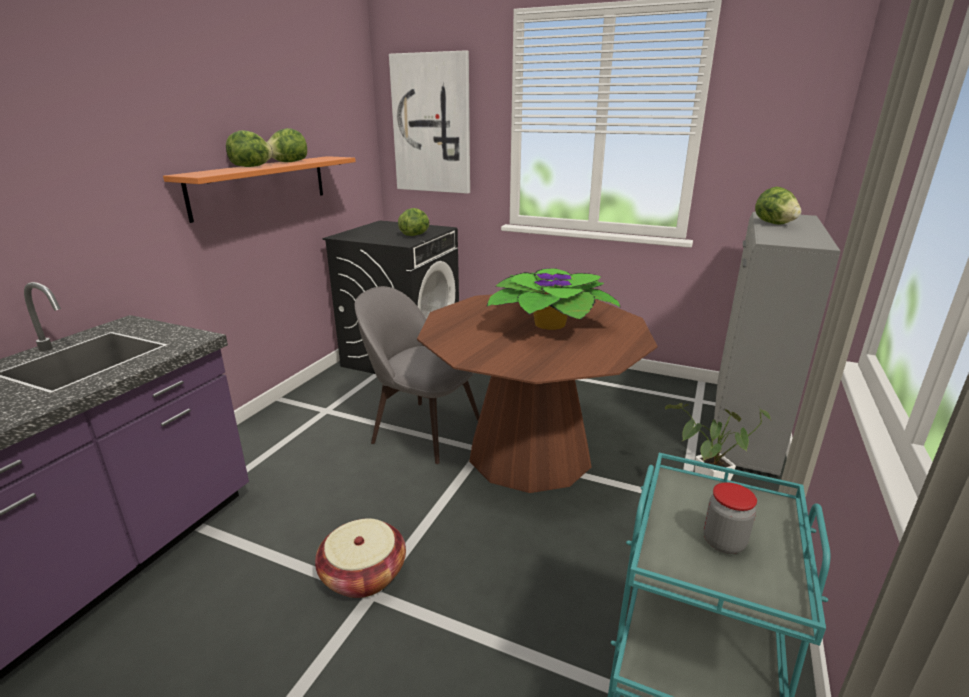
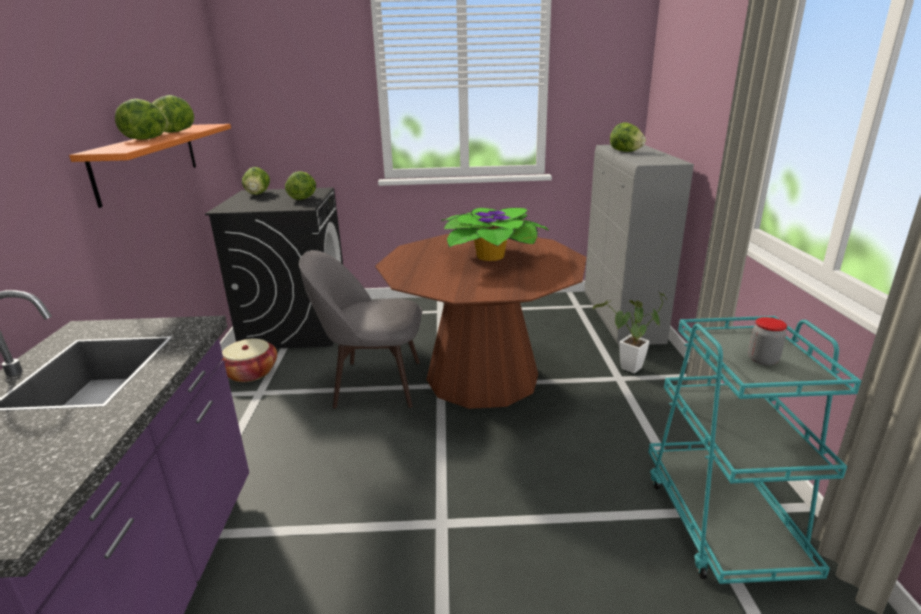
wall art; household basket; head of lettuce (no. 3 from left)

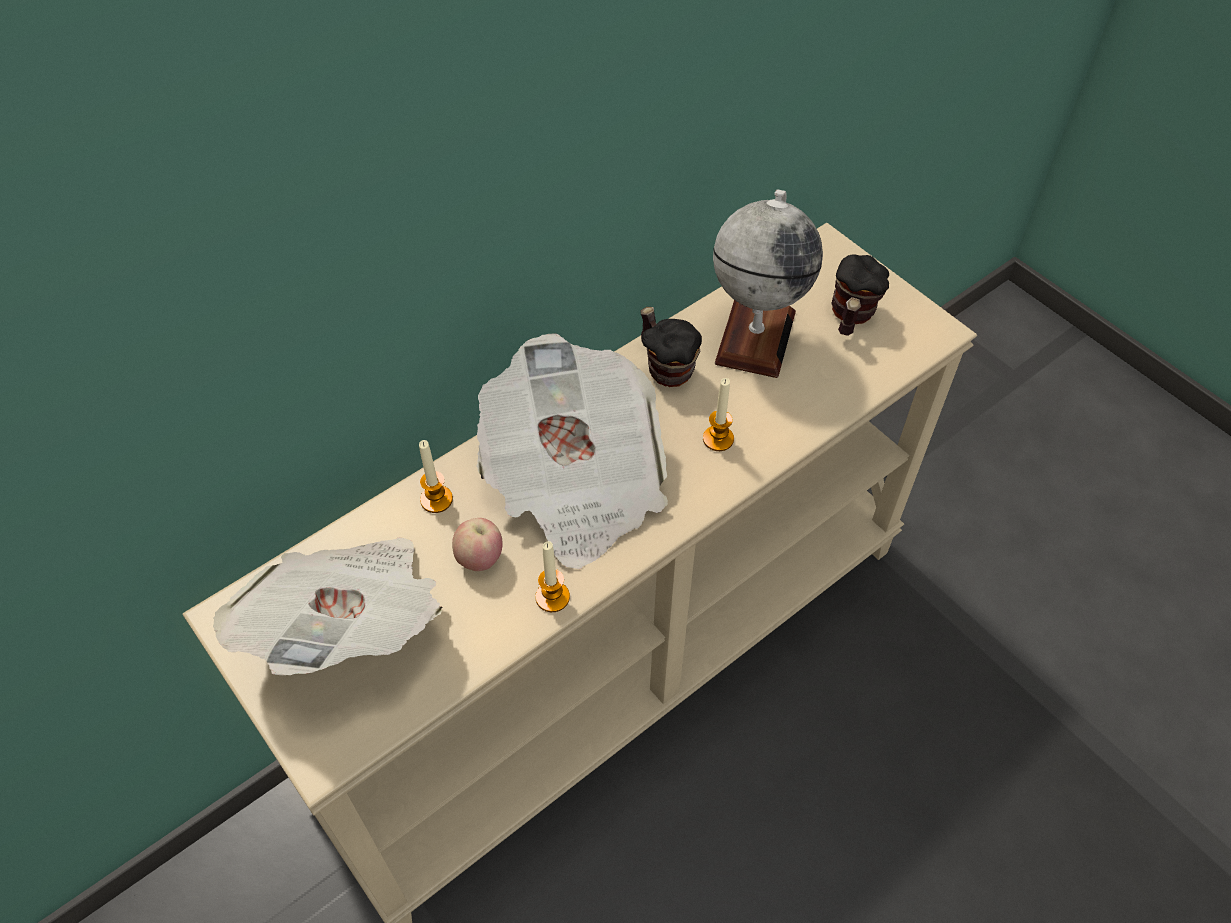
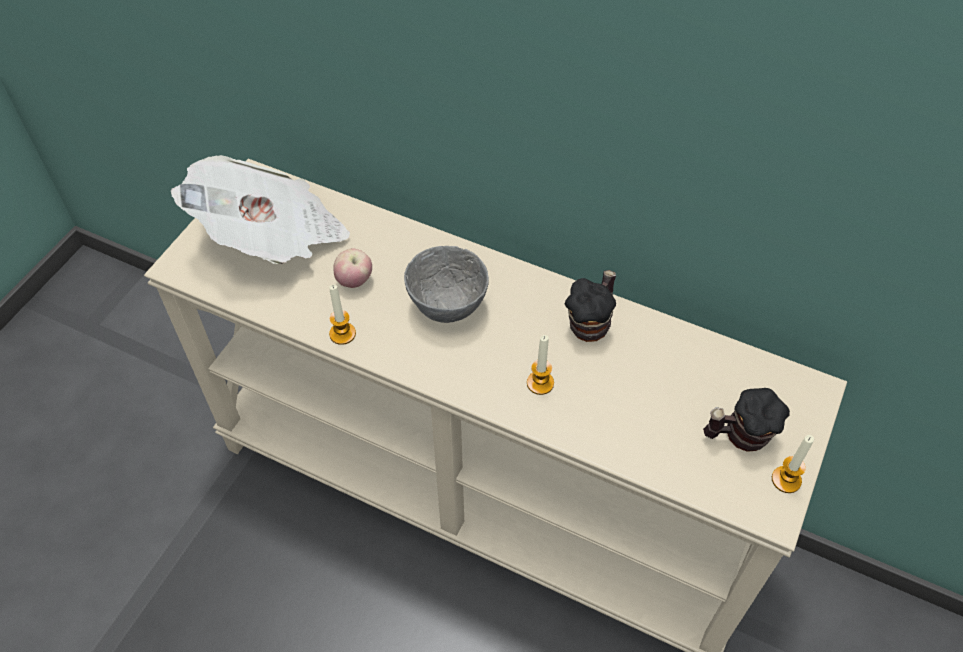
desk globe; gray deep dish; wax candle (no. 3 from left)

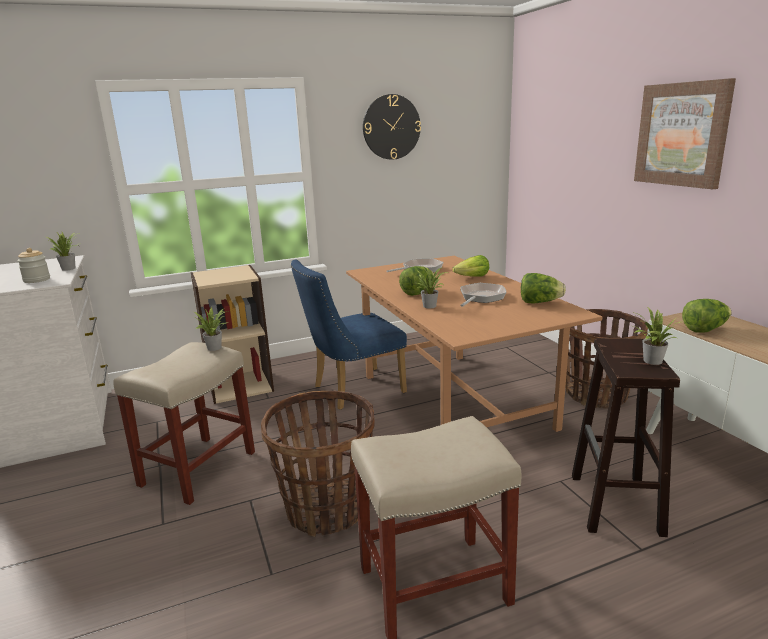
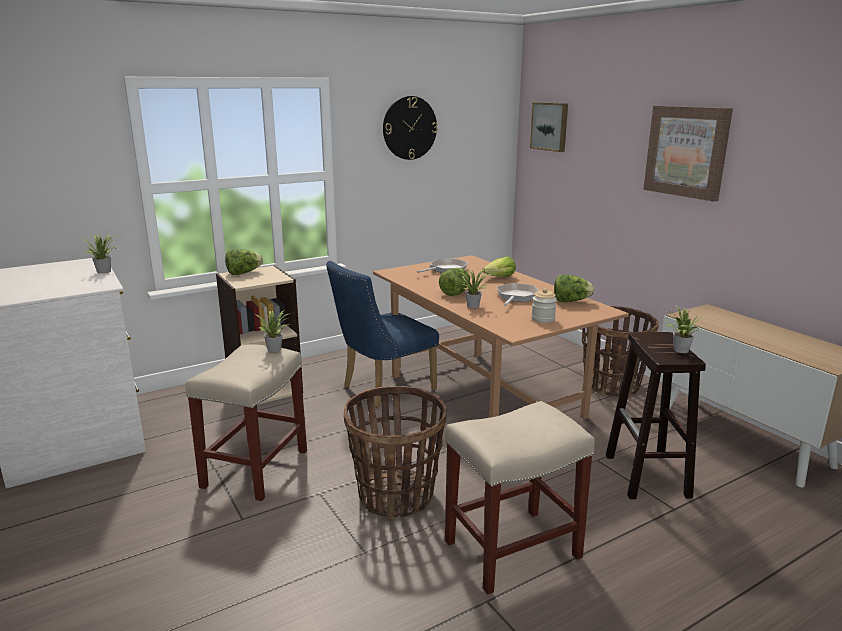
storage jar; head of lettuce (no. 1 from left); wall art (no. 1 from left)

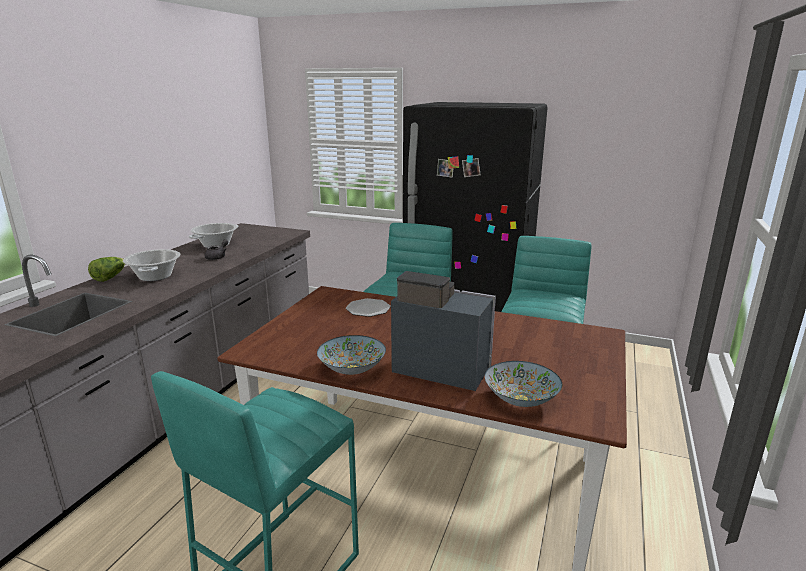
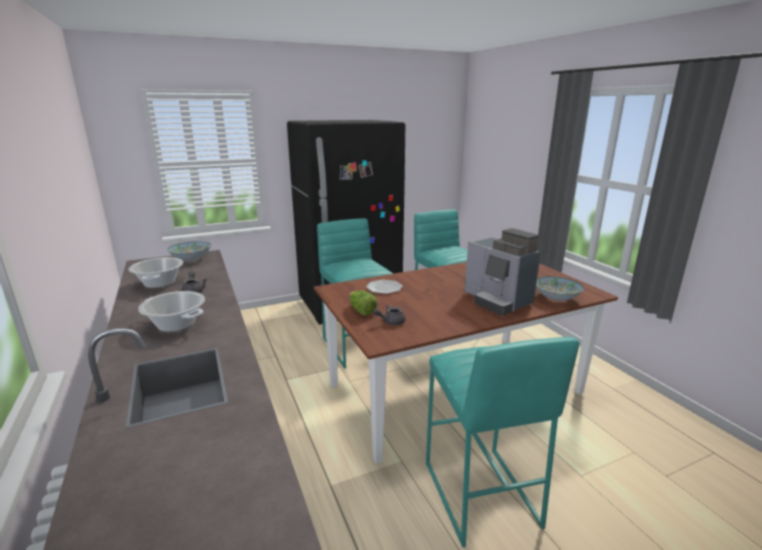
head of lettuce; coffee machine; deep dish (no. 1 from left); gray tea pot (no. 2 from left)

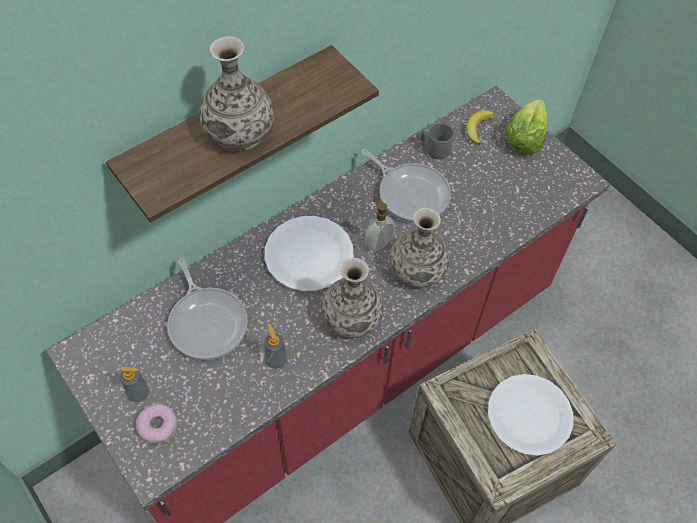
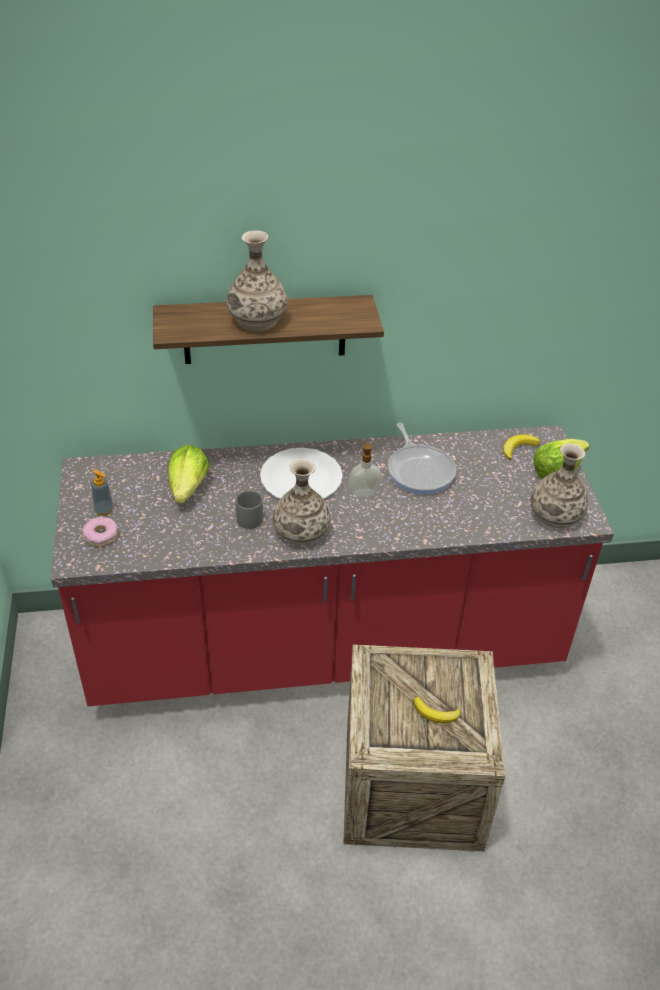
gray coffee mug; vase (no. 3 from left); head of lettuce (no. 1 from left); soap dispenser (no. 2 from left in the first image); whole banana (no. 1 from left)

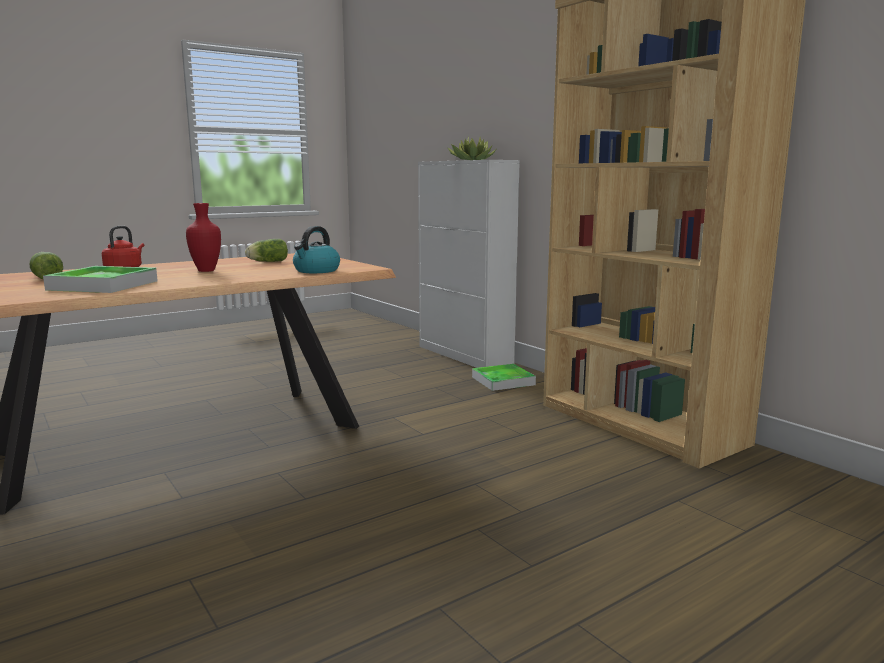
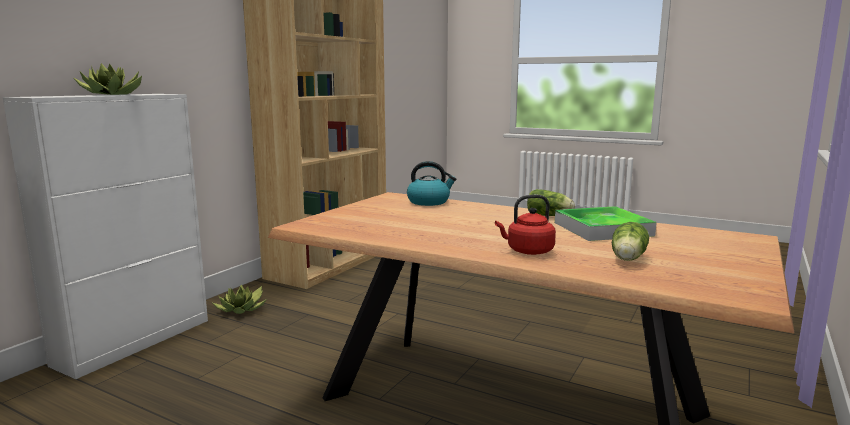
red vase; head of lettuce (no. 1 from left); houseplant (no. 2 from left)

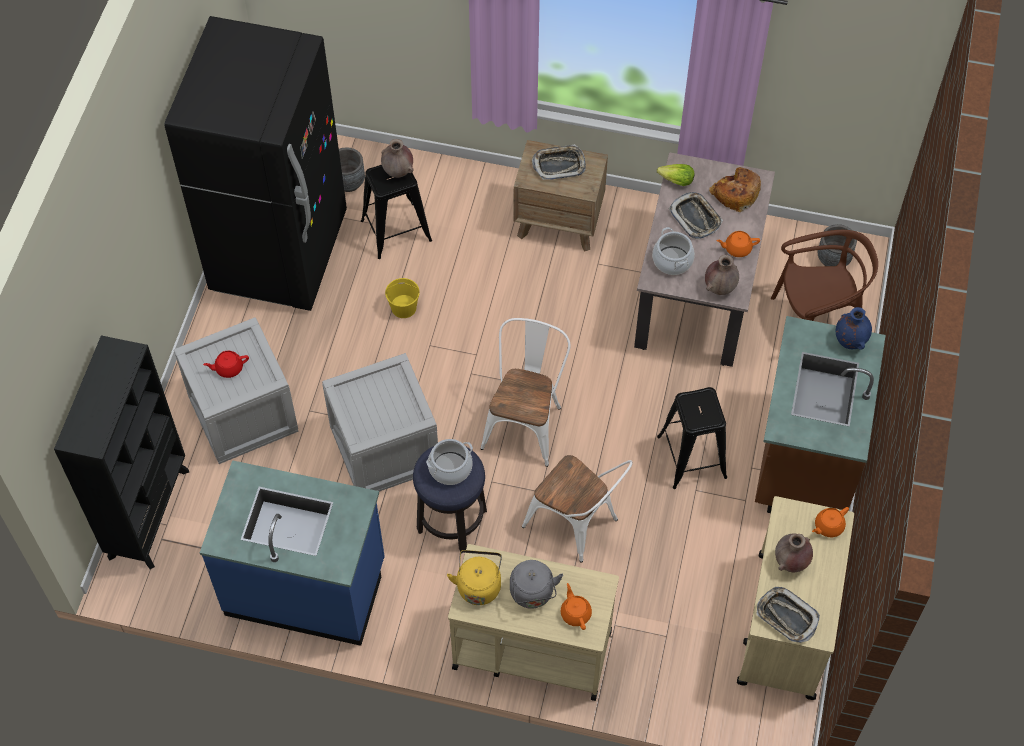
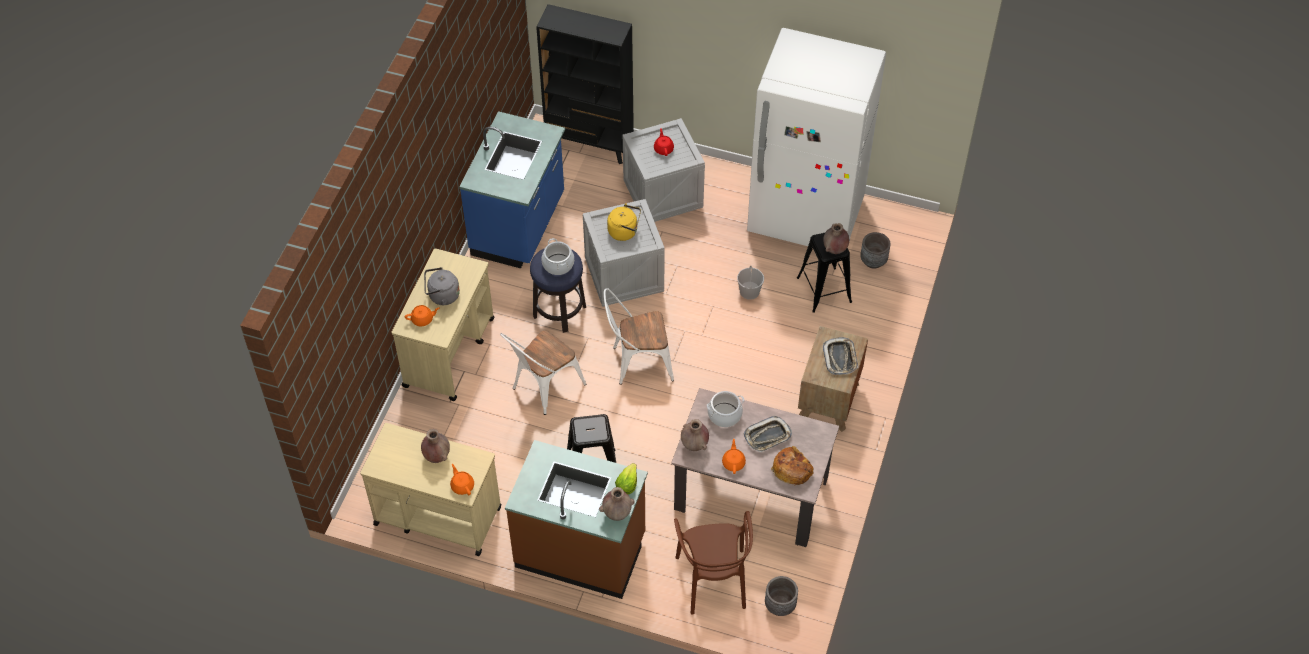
white fridge; head of lettuce; white water bucket; brownish vase (no. 2 from left); white chair (no. 2 from left); yellow water kettle; tray (no. 3 from left in the first image)

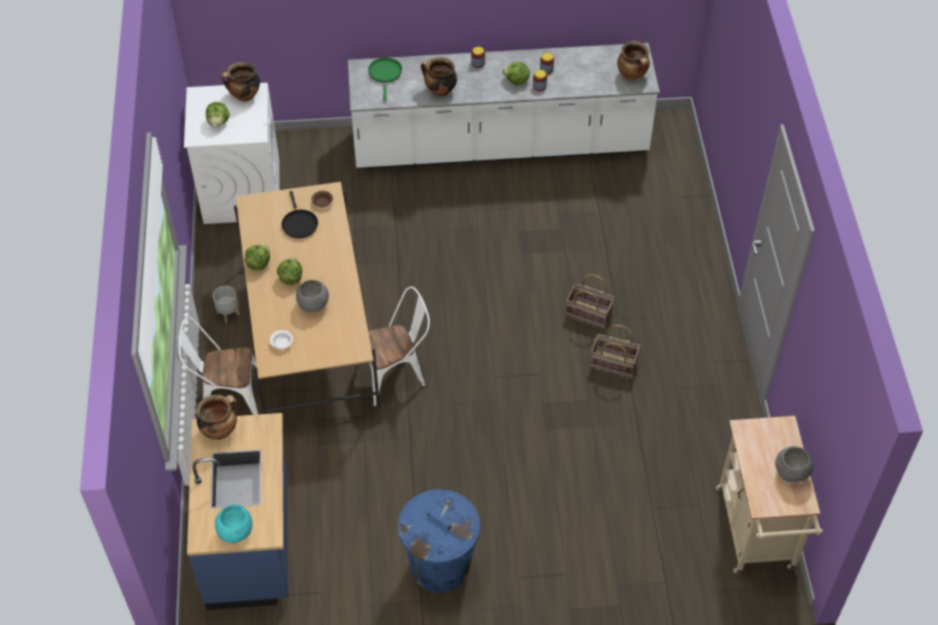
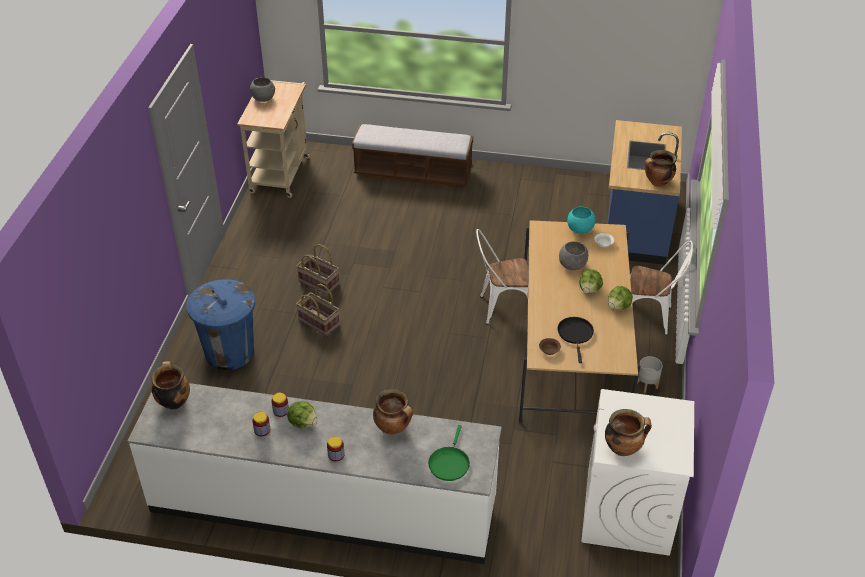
head of lettuce (no. 1 from left in the first image); blue rubbish bin; turquoise-coloured deep dish; long seat

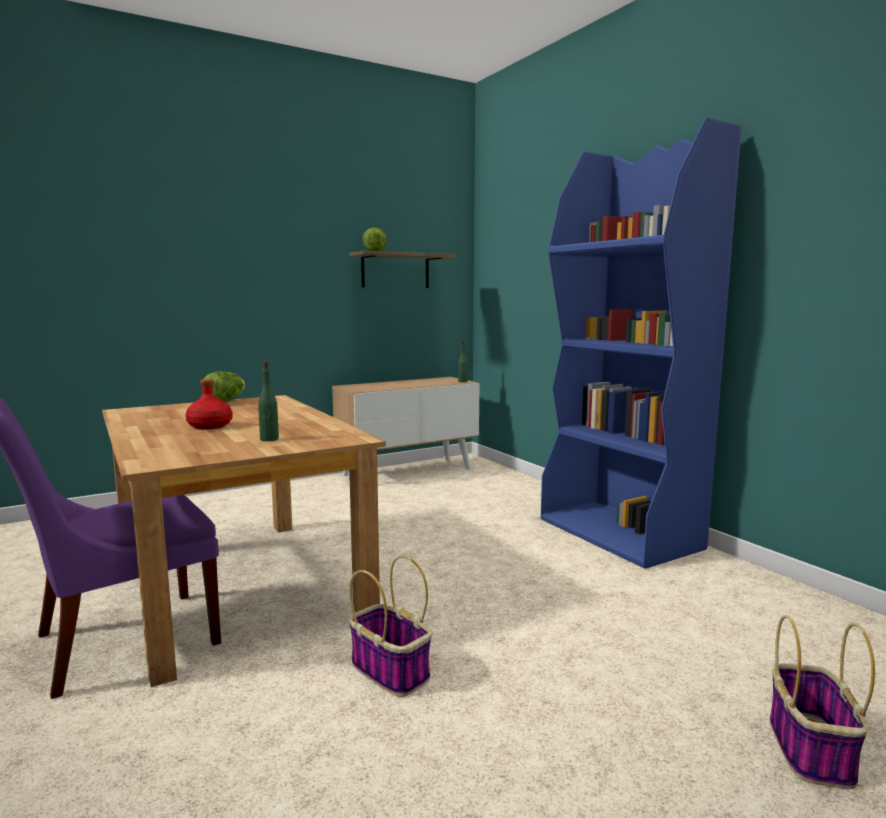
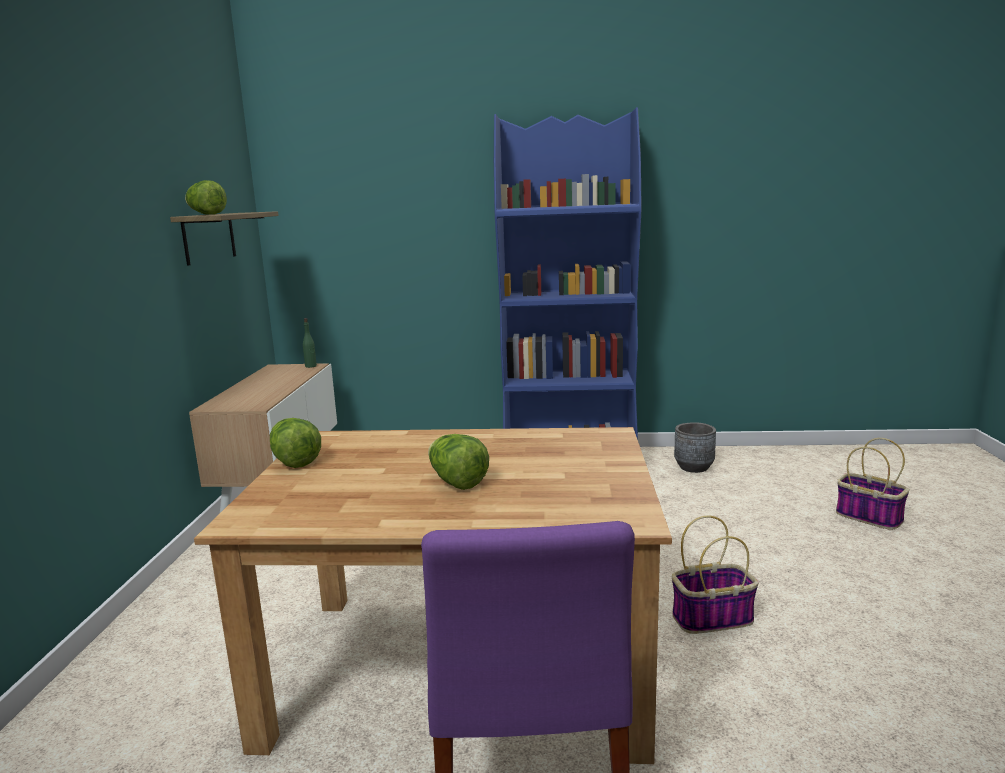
green-coloured bottle (no. 1 from left in the first image); head of lettuce (no. 3 from left); gray flower pot

